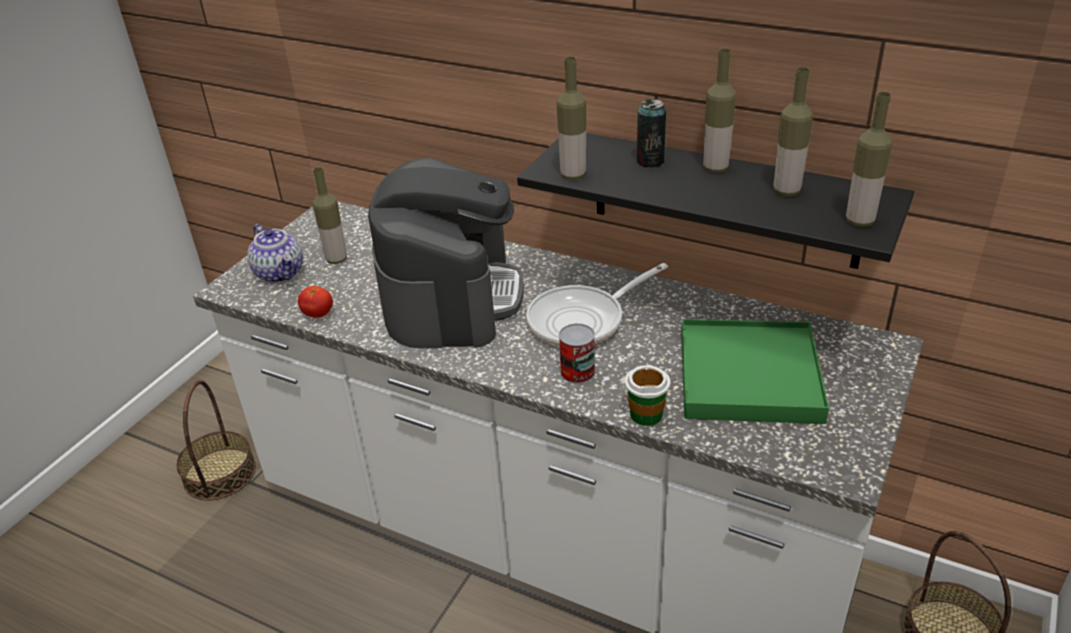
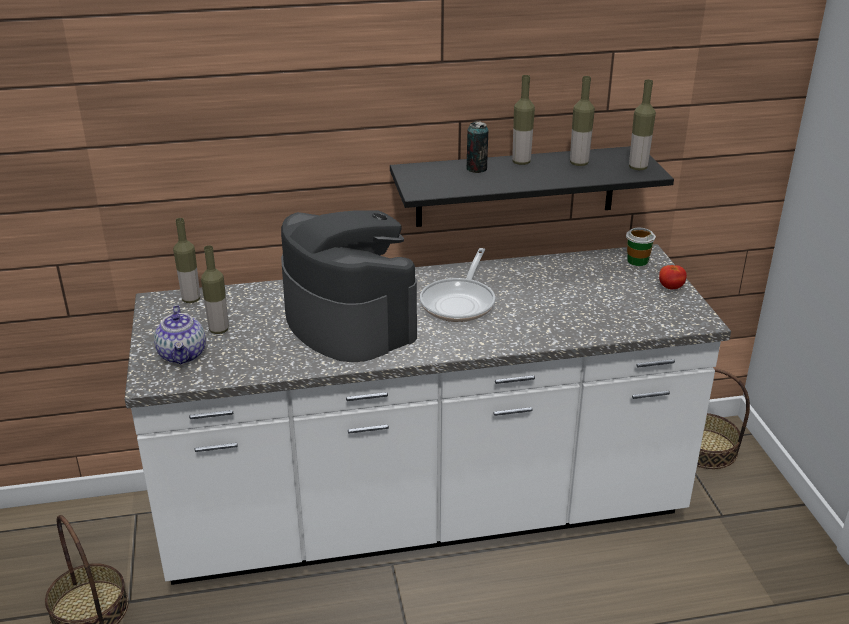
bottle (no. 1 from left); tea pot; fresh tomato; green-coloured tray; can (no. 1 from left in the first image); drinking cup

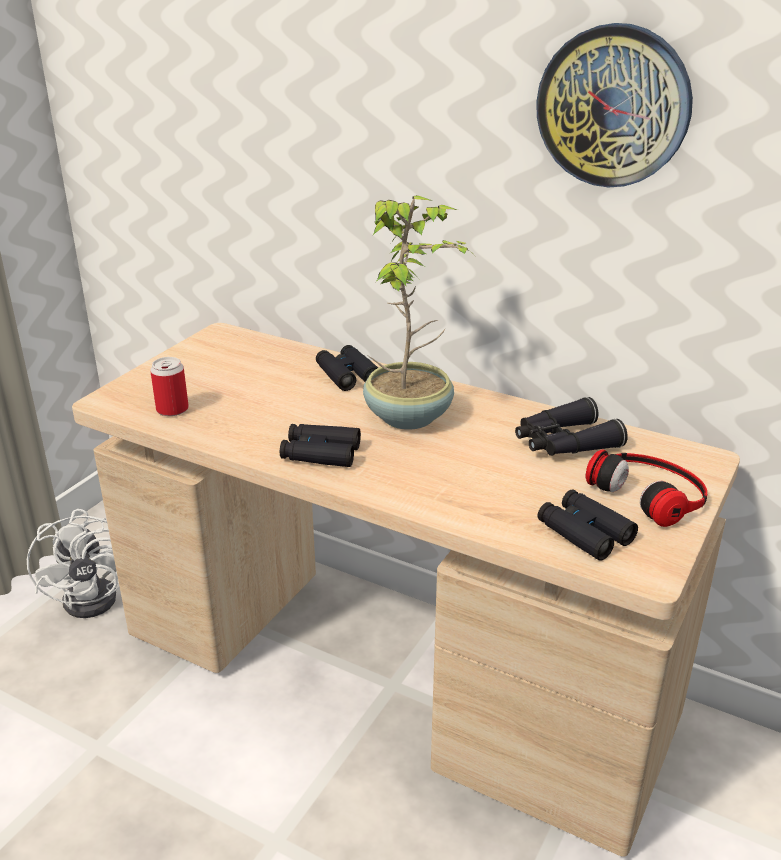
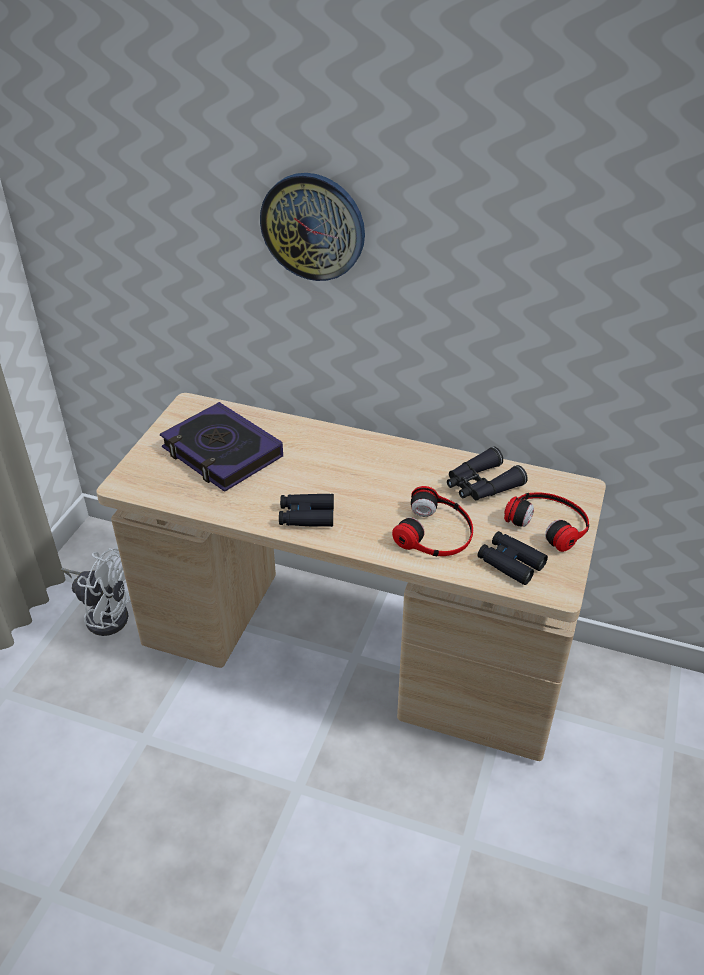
clock on the wall; houseplant; black-coloured binoculars (no. 2 from left in the first image); can; white cooling fan; book; pair of headphones (no. 1 from left)

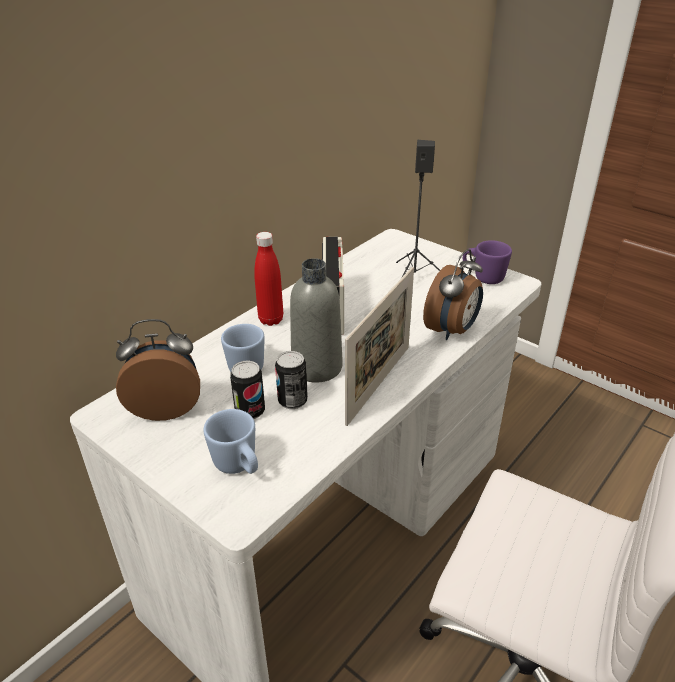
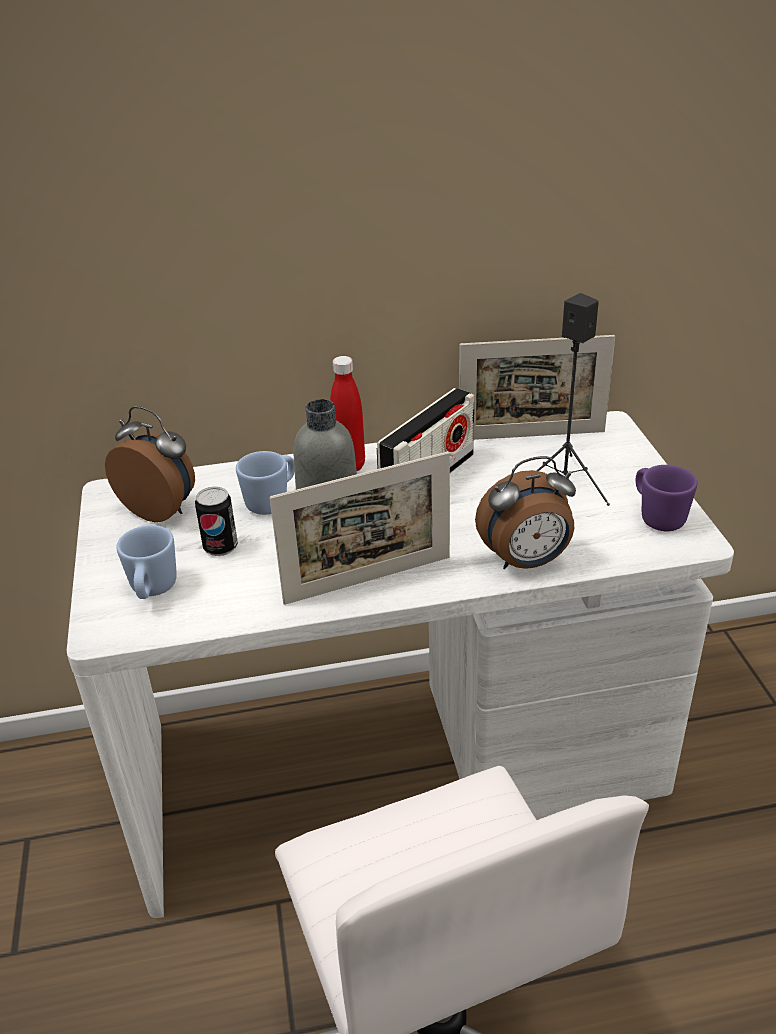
can (no. 2 from left in the first image); photo frame (no. 2 from left)

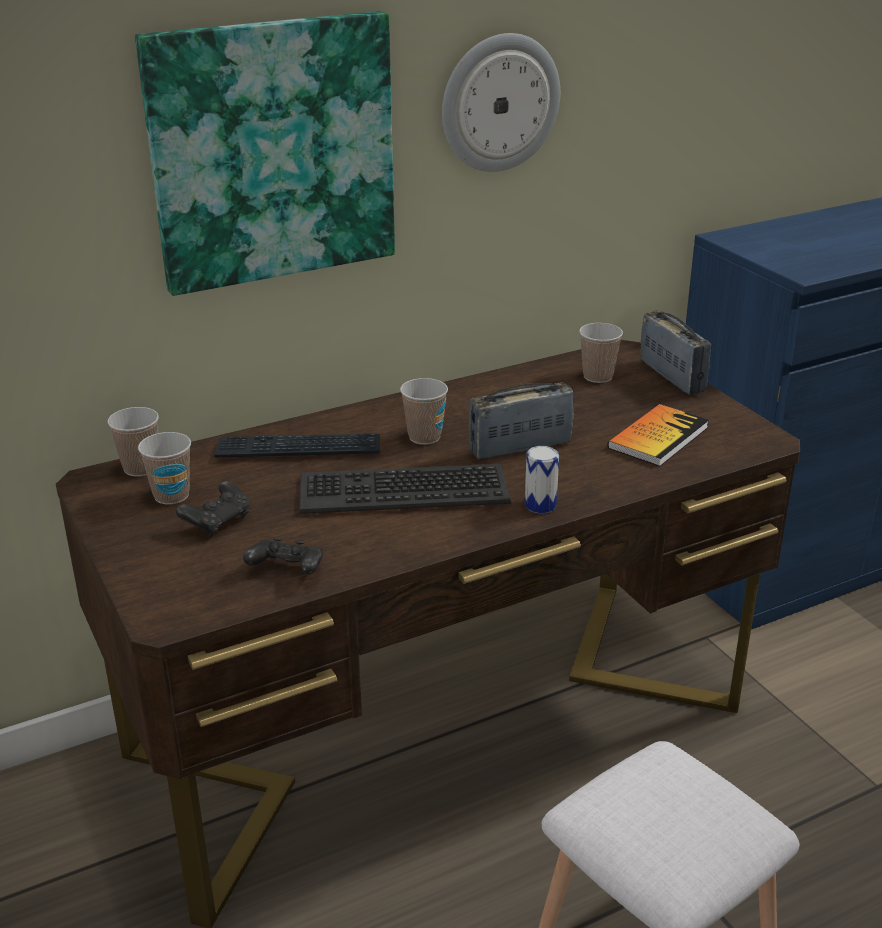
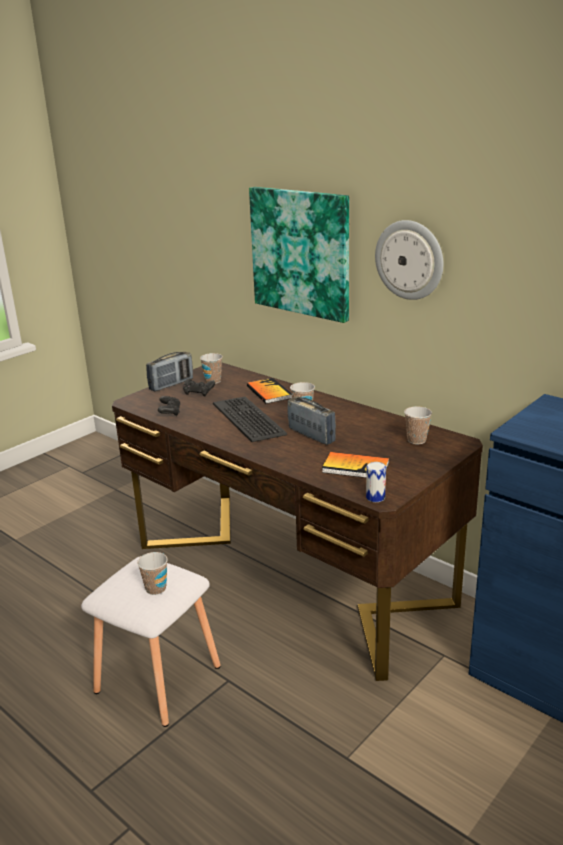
radio set (no. 1 from left); drinking cup (no. 1 from left); book (no. 1 from left); can

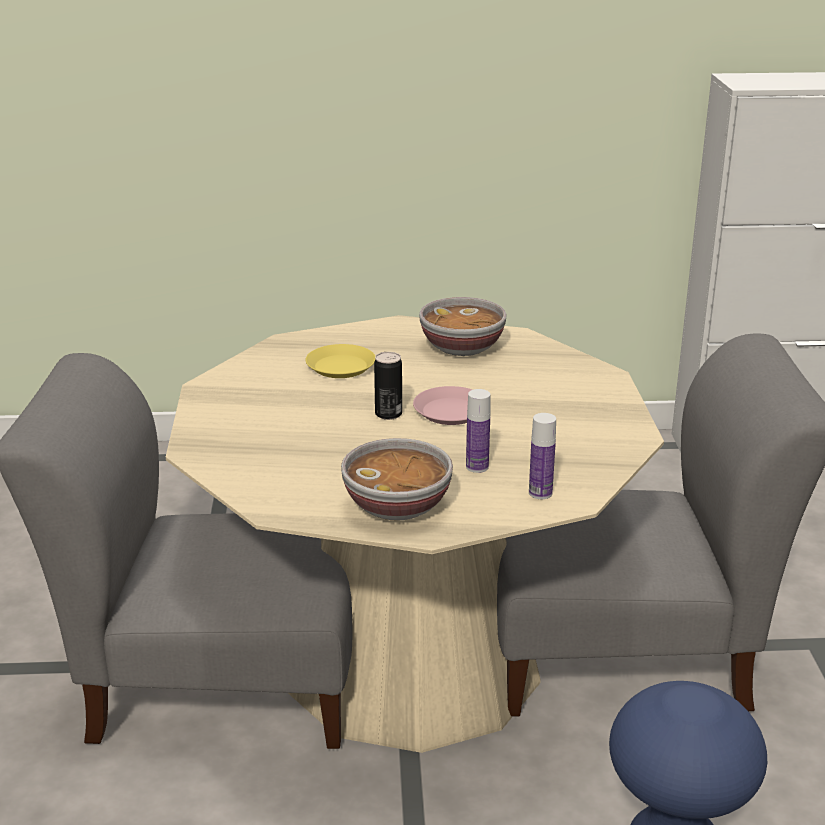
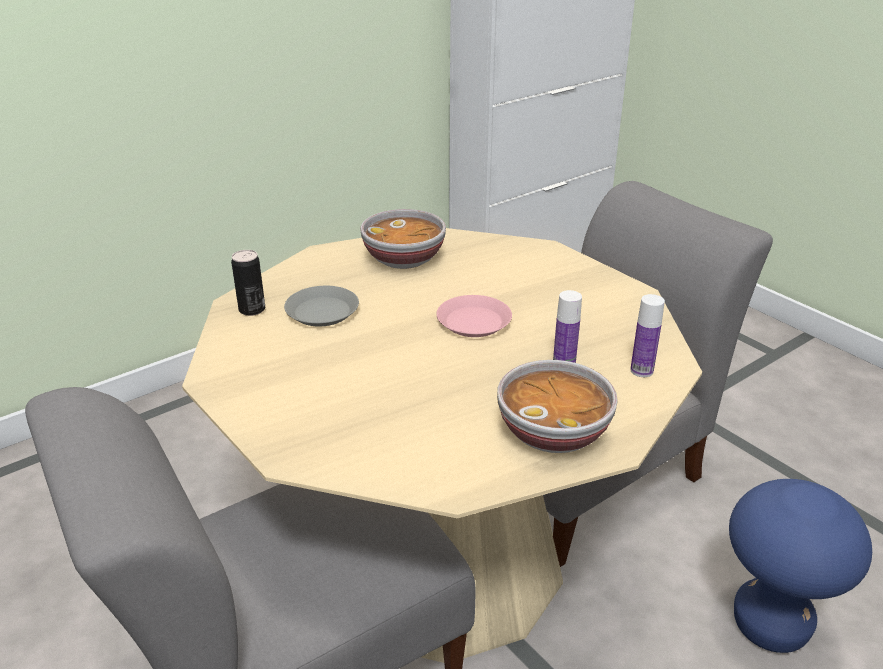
gray flat dish; can

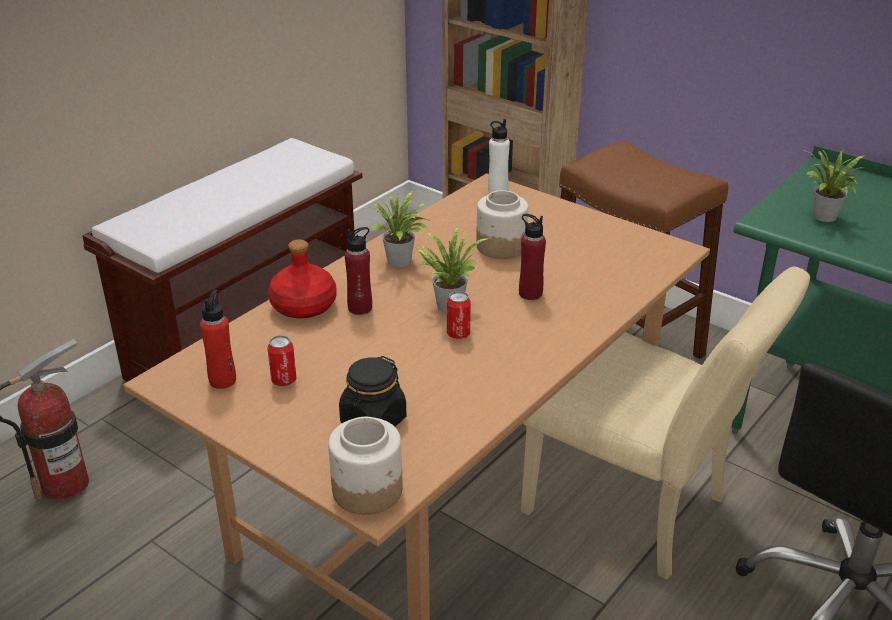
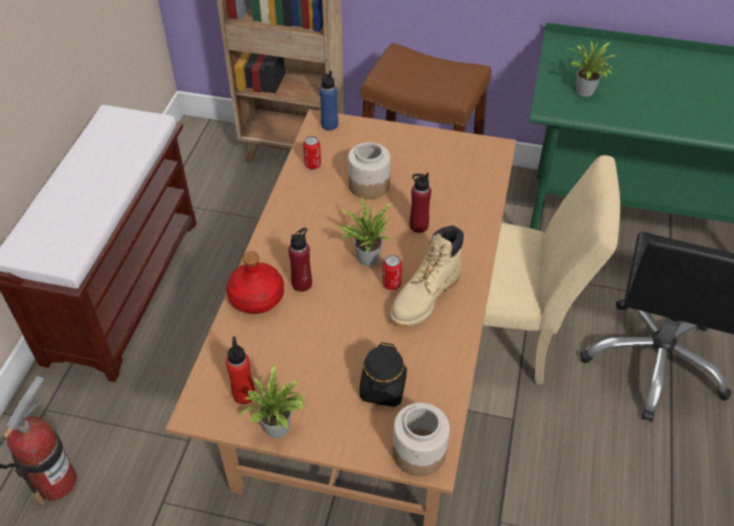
blue bottle; houseplant (no. 1 from left); can (no. 1 from left); sand-coloured high-top boot

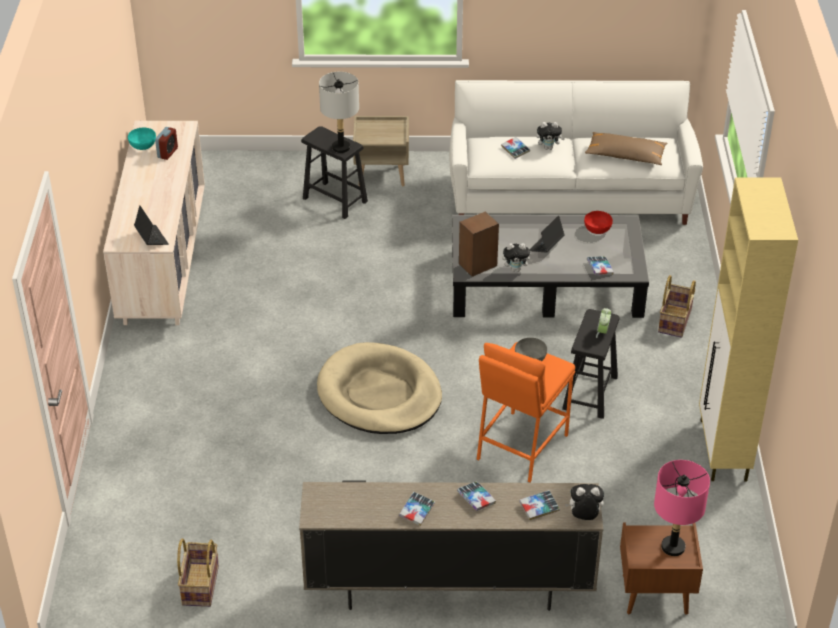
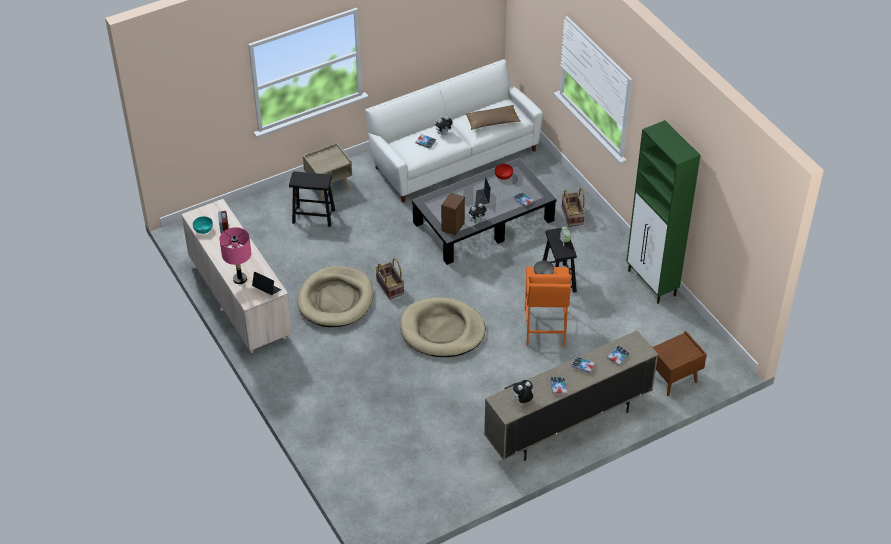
gray tabletop lamp; green-coloured cupboard; pink tabletop lamp; soft toy (no. 3 from left); household basket (no. 1 from left); sand-coloured dog bed (no. 1 from left)

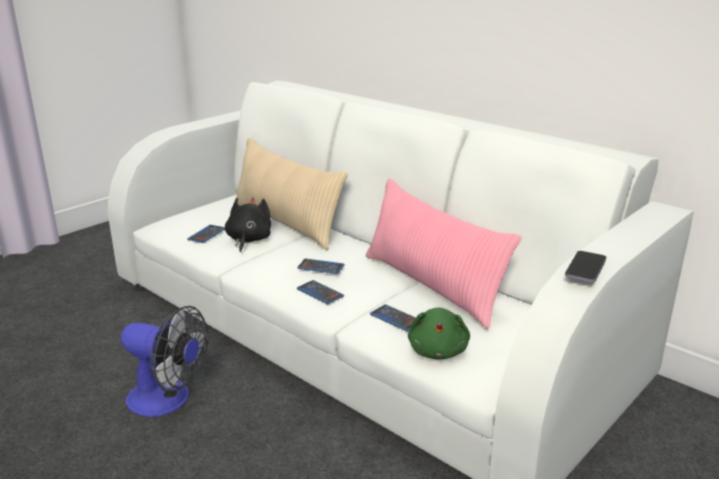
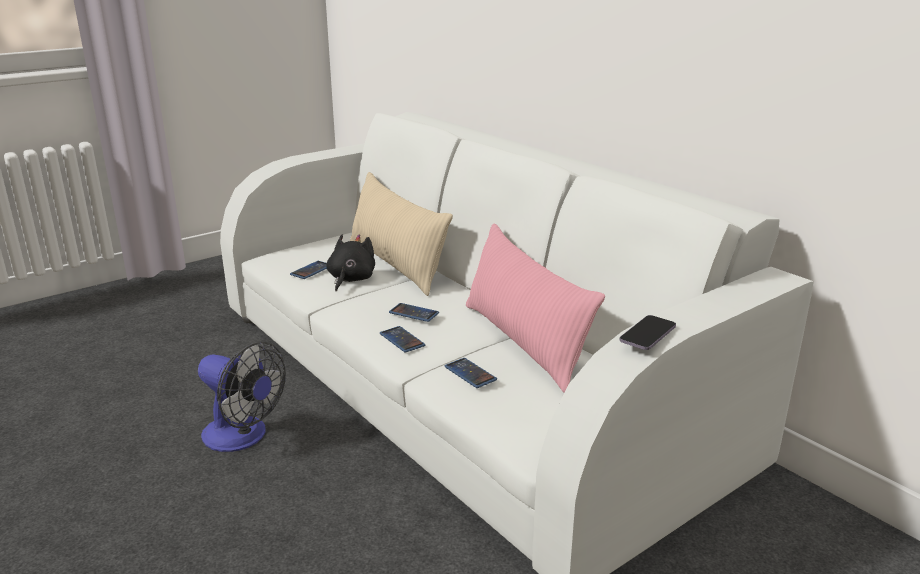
green-coloured soft toy

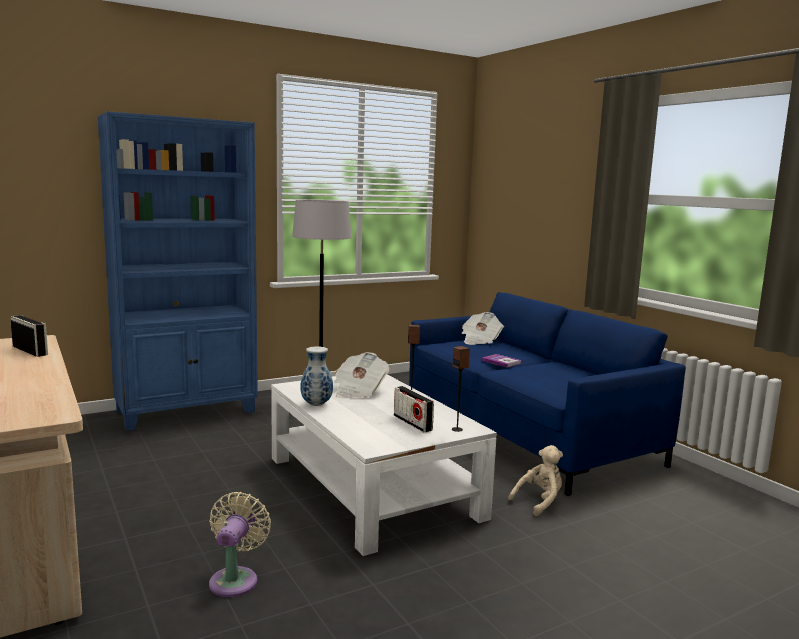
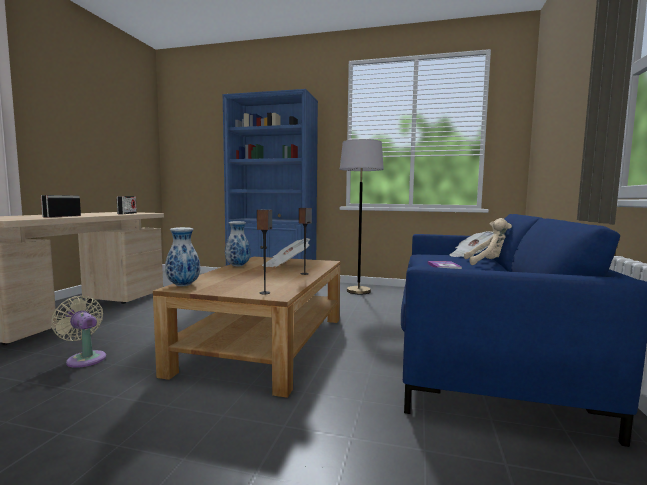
brownish low table; radio set (no. 1 from left); sand-coloured soft toy; sand-coloured cooling fan; vase (no. 1 from left)

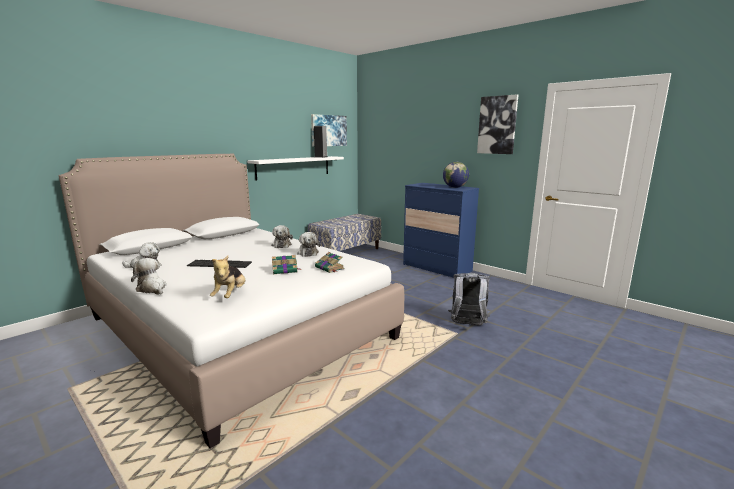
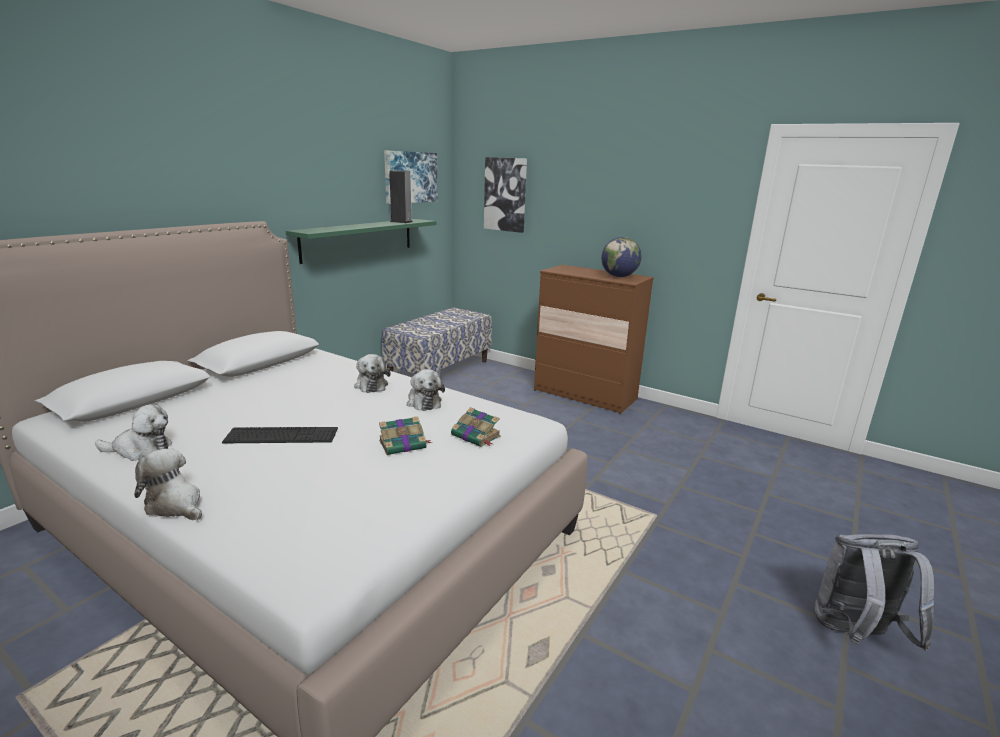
wall art (no. 2 from left); green-coloured wall shelf; brownish dresser; soft toy (no. 3 from left in the first image); gray knapsack

